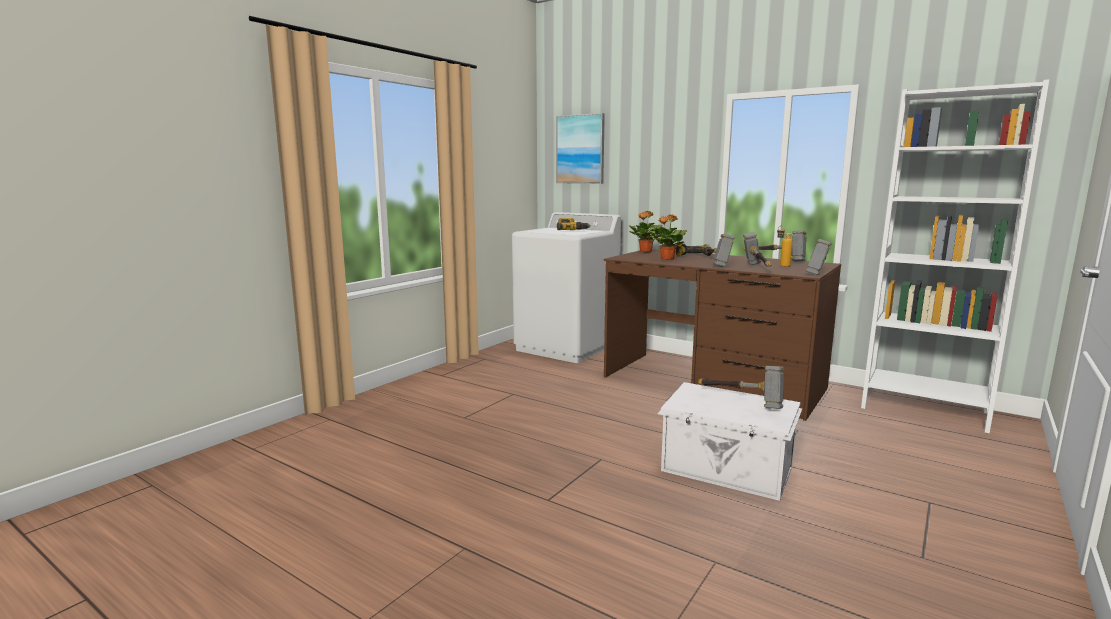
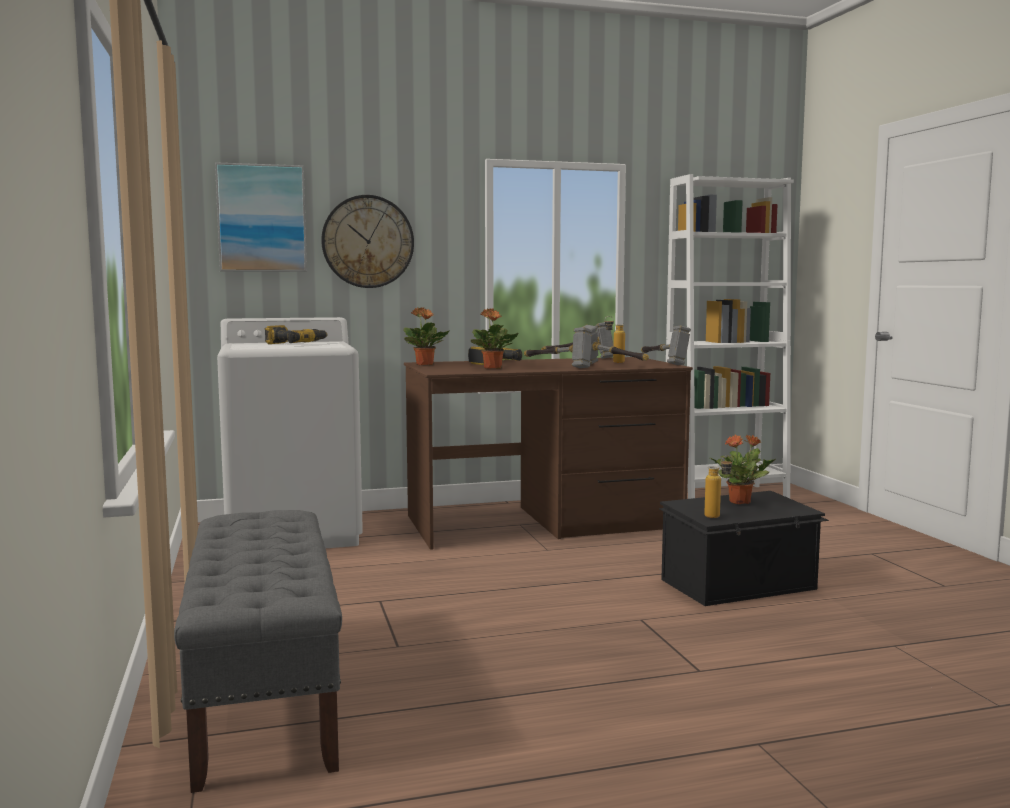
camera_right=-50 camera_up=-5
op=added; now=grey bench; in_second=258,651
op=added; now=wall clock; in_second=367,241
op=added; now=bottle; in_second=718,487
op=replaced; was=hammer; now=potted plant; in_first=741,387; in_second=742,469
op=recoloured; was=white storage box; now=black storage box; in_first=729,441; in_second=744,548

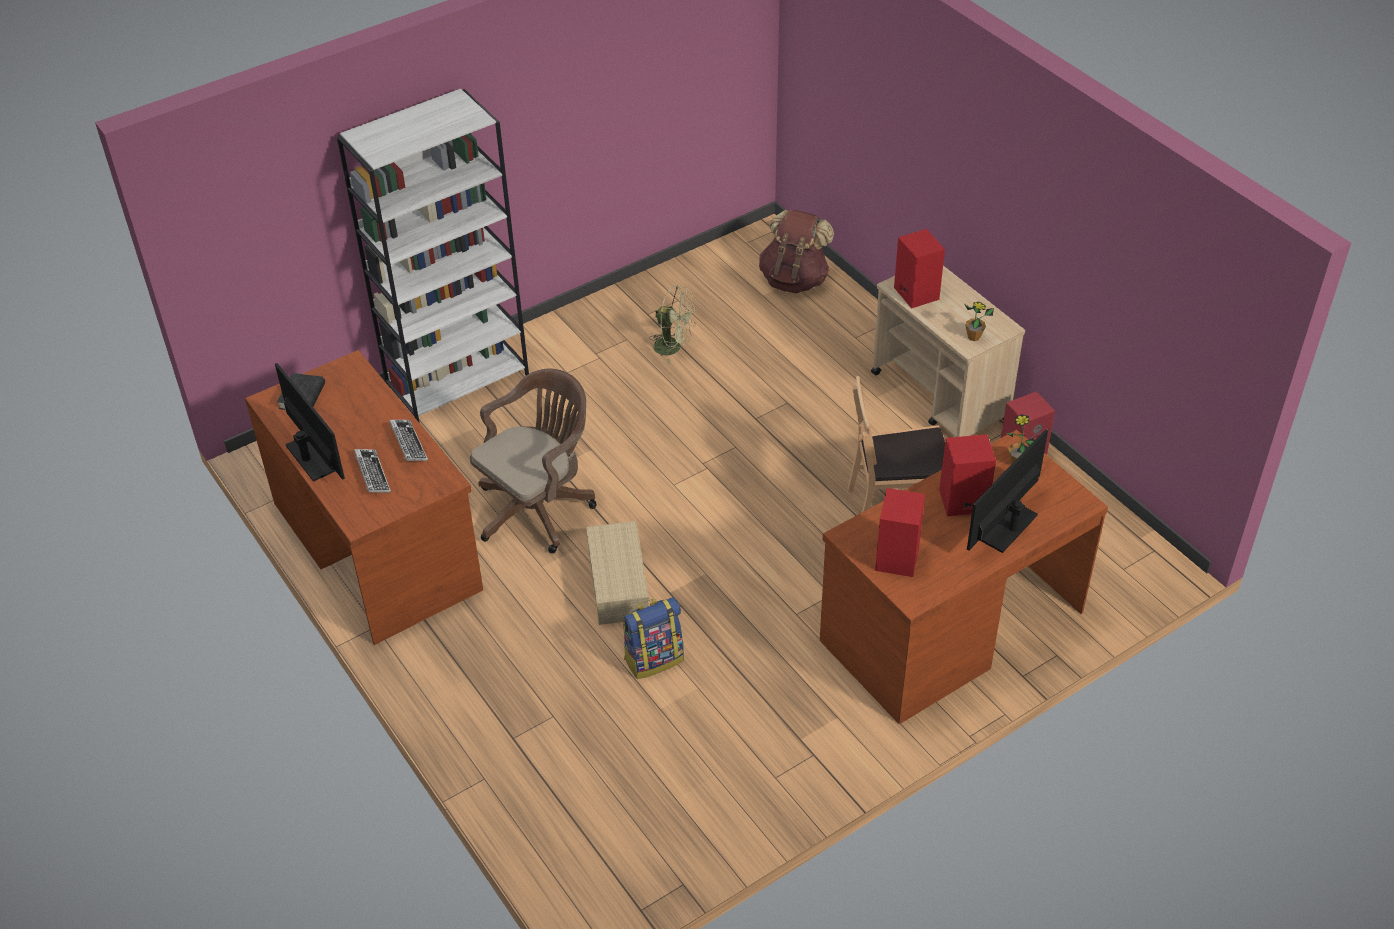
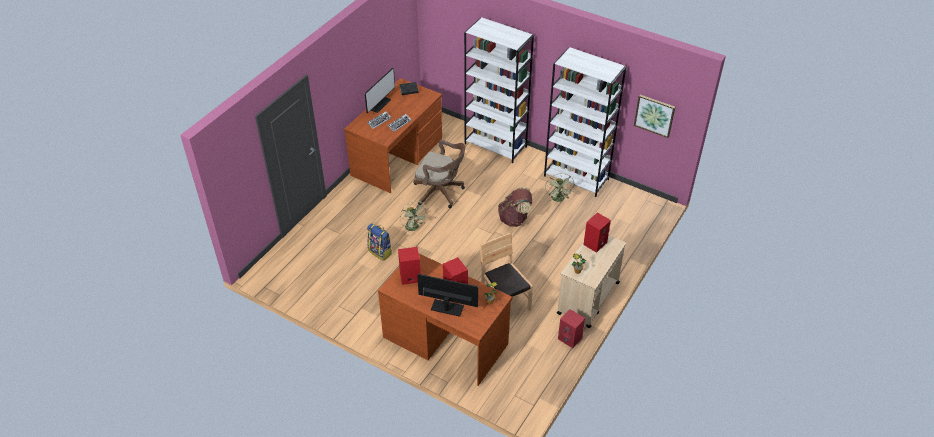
camera_right=65 camera_up=0
op=added; now=white bookcase; in_second=585,122
op=added; now=picture; in_second=654,116
op=moved; was=brown backpack; in_first=796,251; in_second=515,207
op=replaced; was=beige storage box; now=green fan; in_first=617,573; in_second=413,217

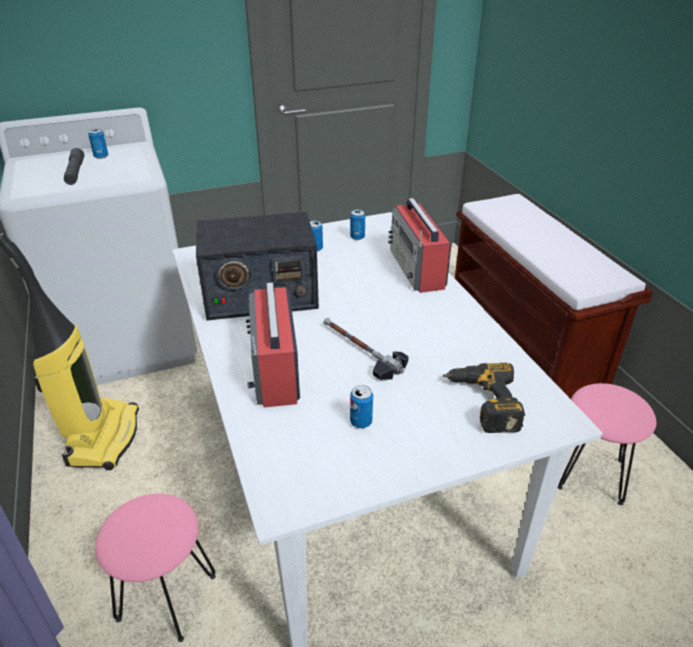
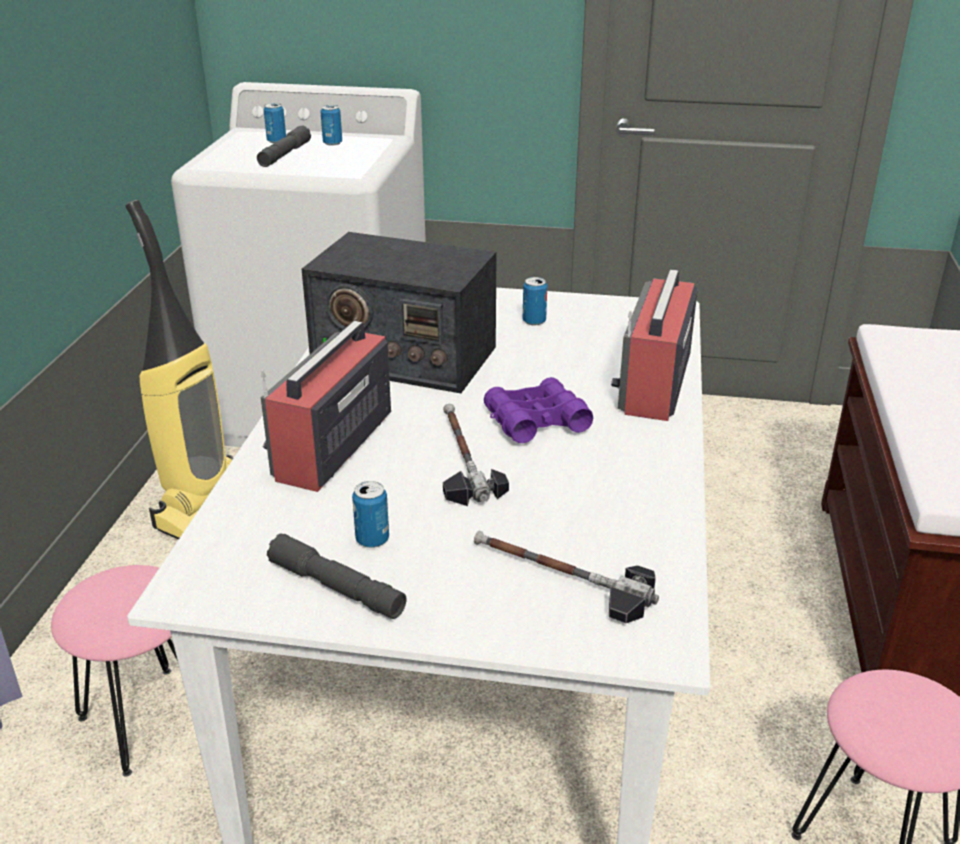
camera_right=30 camera_up=-5
op=added; now=grey flashlight; in_second=336,576
op=added; now=purple binoculars; in_second=538,410
op=moved; was=can; in_first=357,225; in_second=275,123
op=replaced; was=power drill; now=hammer; in_first=484,398; in_second=566,576

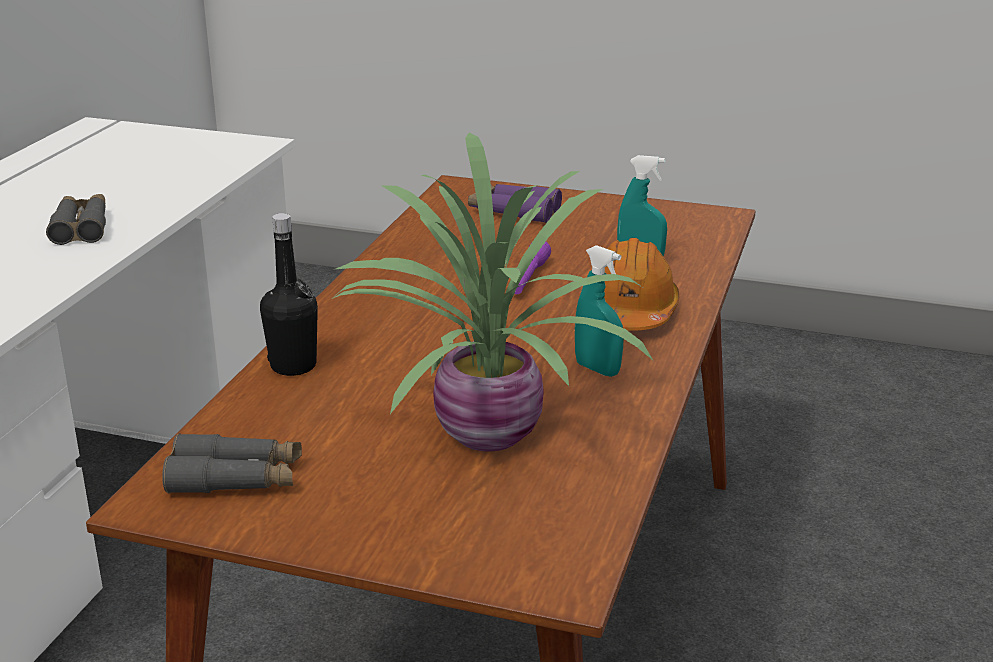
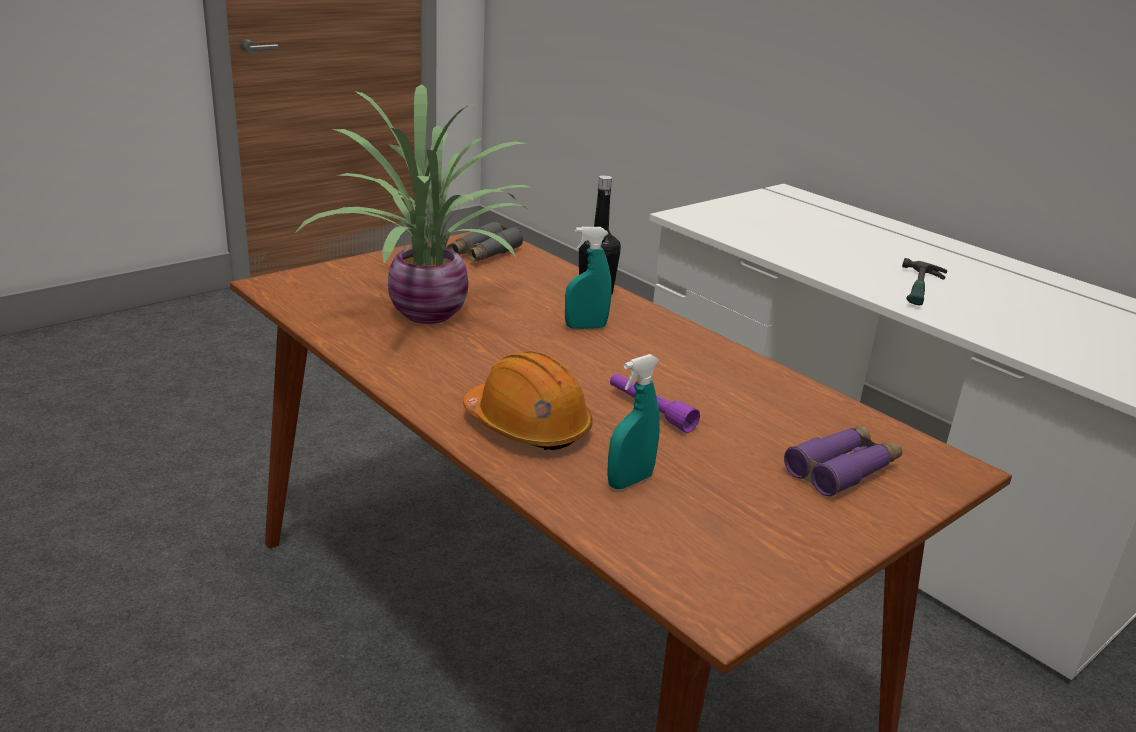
camera_right=120 camera_up=0
op=moved; was=turquoise spray bottle; in_first=599,311; in_second=588,278
op=replaced; was=grey binoculars; now=hammer; in_first=76,219; in_second=924,282

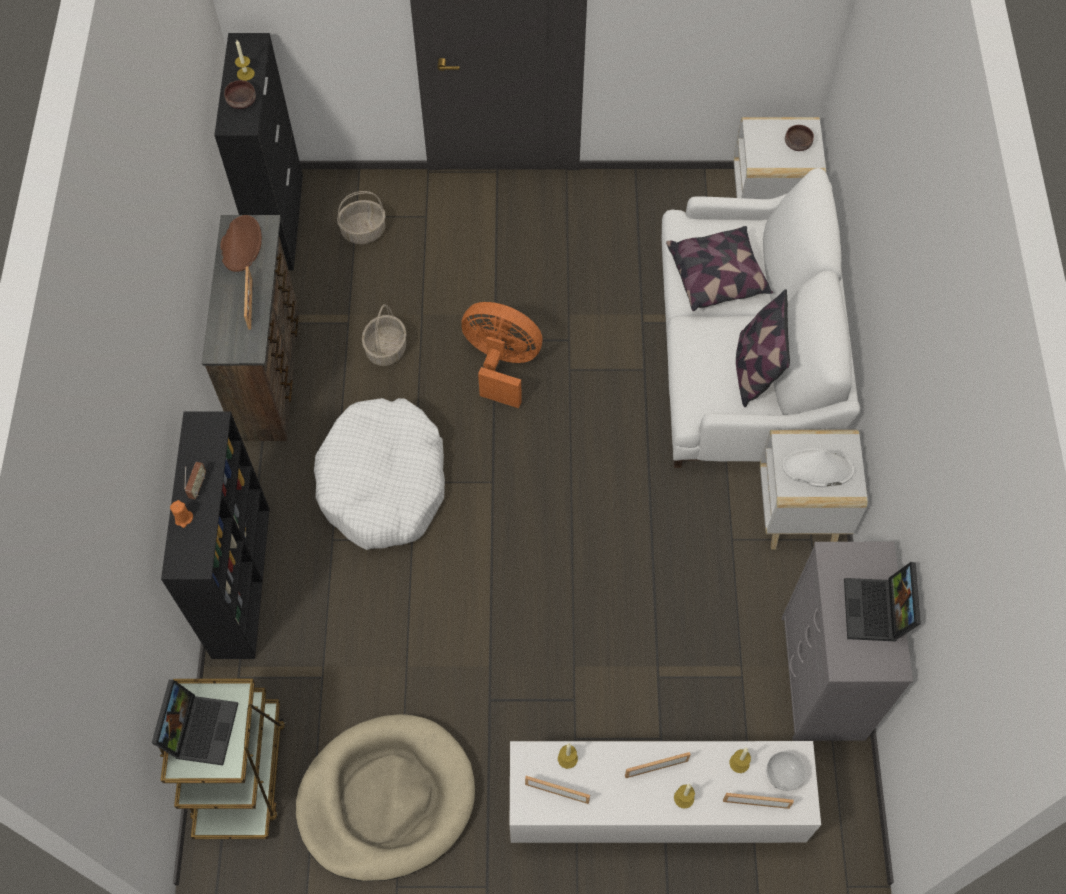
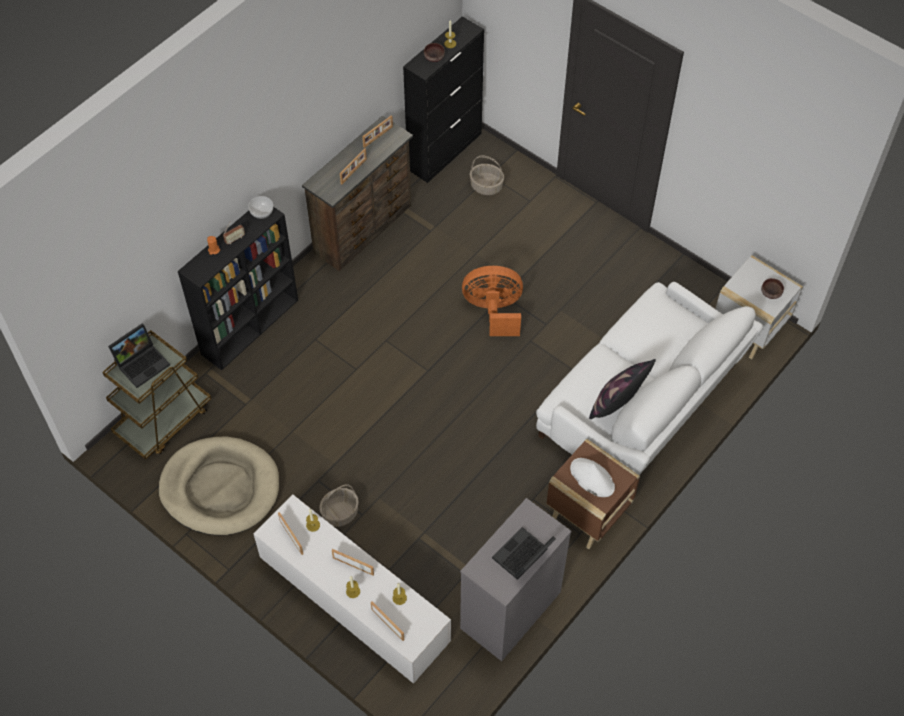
camera_right=40 camera_up=-5
op=removed; was=white dog bed; in_first=379,474
op=removed; was=pillow; in_first=719,268
op=moved; was=basket; in_first=384,335; in_second=339,505
op=moved; was=bowl; in_first=786,771; in_second=260,207
op=replaced; was=brown hat; now=picture frame; in_first=241,243; in_second=377,132
op=recoloured; was=white side table; now=brown side table; in_first=814,490; in_second=593,494
op=turned; was=orange fan; in_first=502,355; in_second=492,301; clockwise=-60

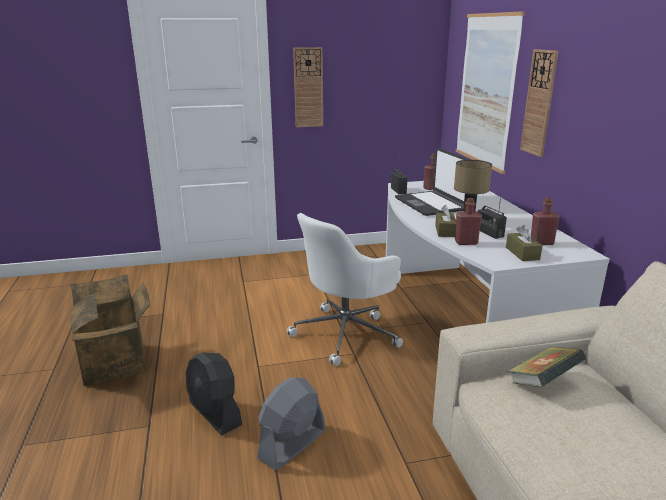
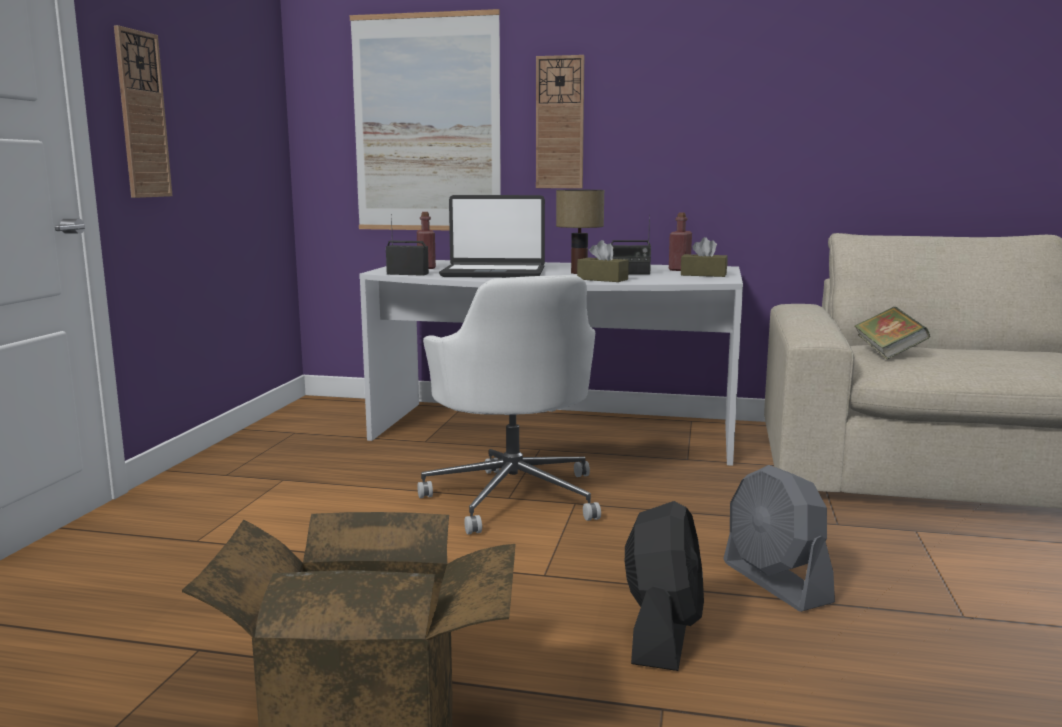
camera_right=-65 camera_up=-10
op=removed; was=red bottle; in_first=468,221
op=turned; was=black fan; in_first=214,393; in_second=664,586; clockwise=-60

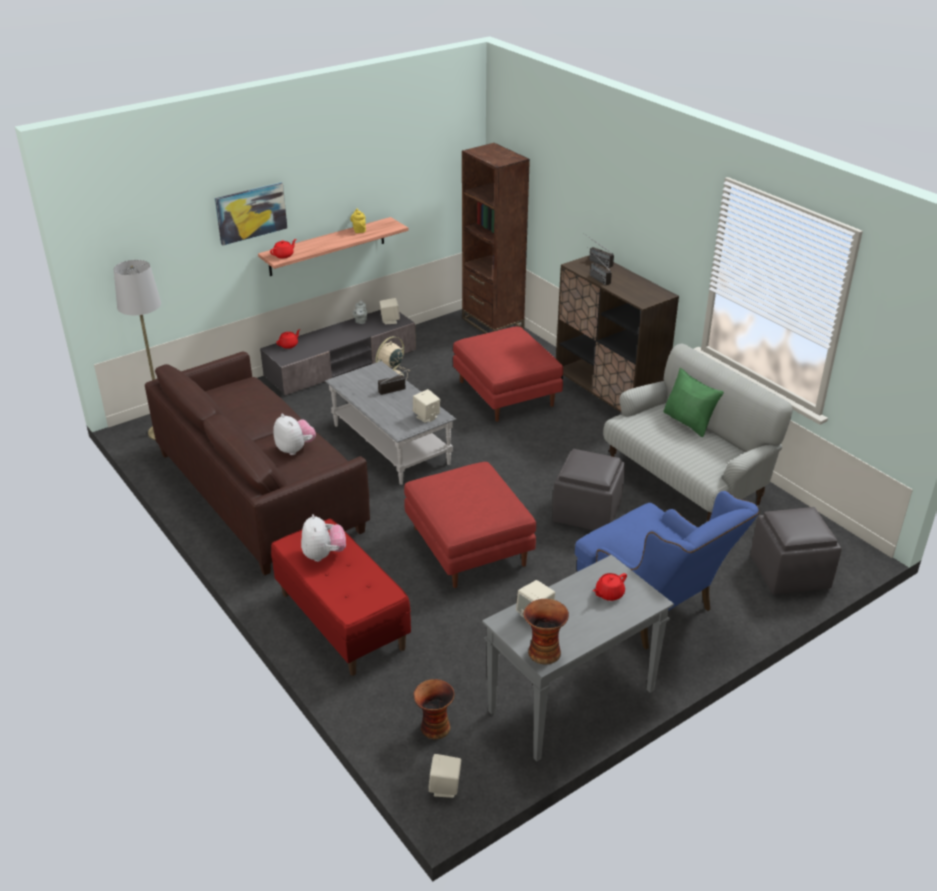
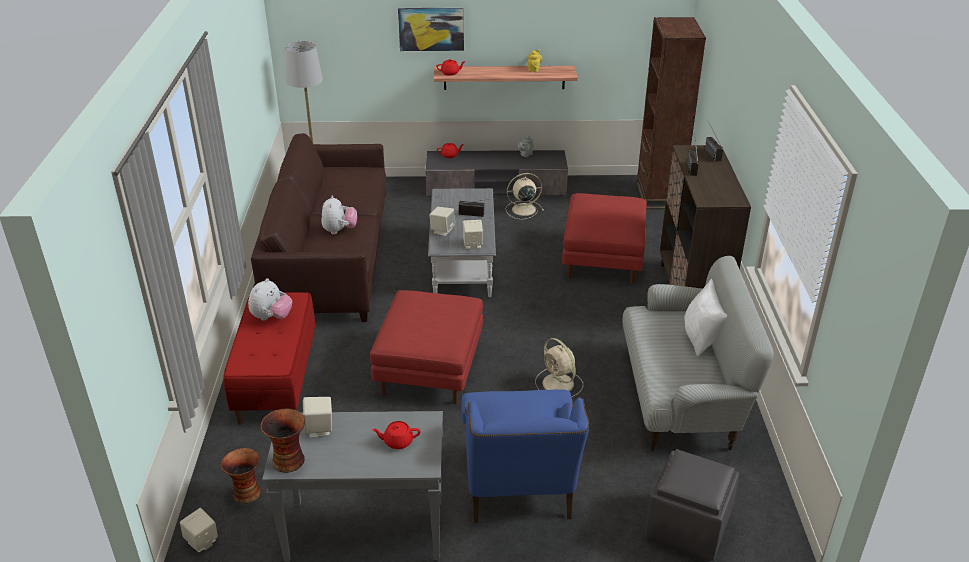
camera_right=35 camera_up=0
op=moved; was=beige speaker; in_first=389,311; in_second=442,221
op=replaced; was=grey ottoman; now=beige fan; in_first=588,489; in_second=559,367
op=recoloured; was=green pillow; now=white pillow; in_first=693,402; in_second=705,317

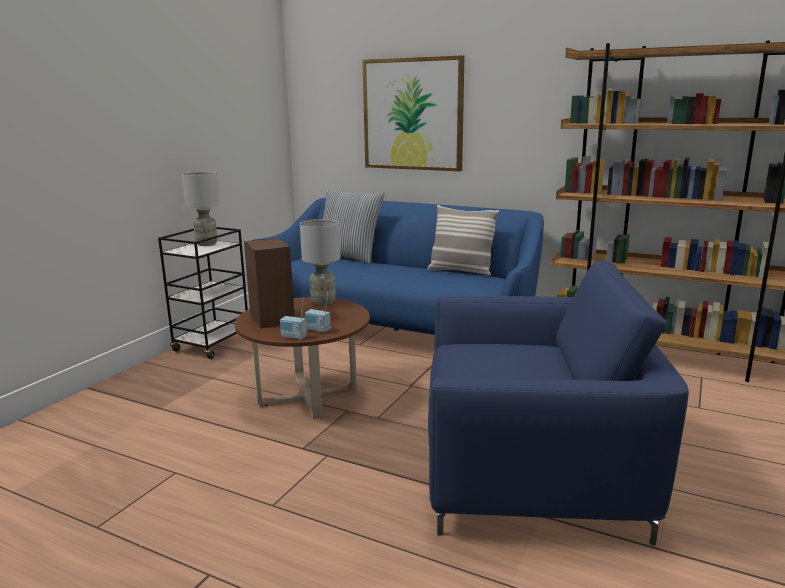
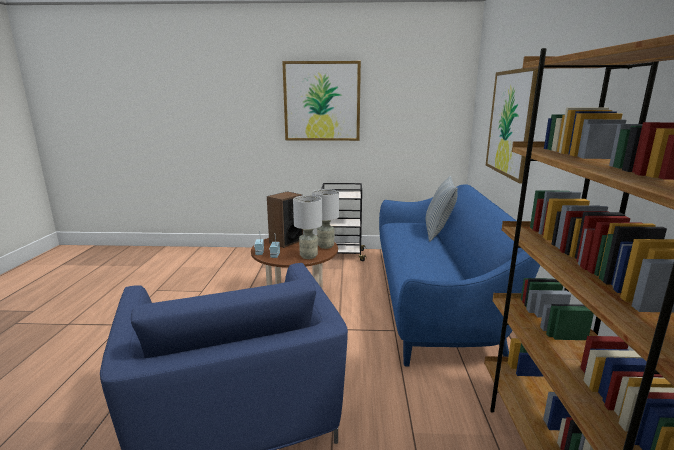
camera_right=65 camera_up=0
op=removed; was=pillow; in_first=463,240
op=added; now=picture; in_second=321,101
op=moved; was=grey table lamp; in_first=201,208; in_second=307,227

